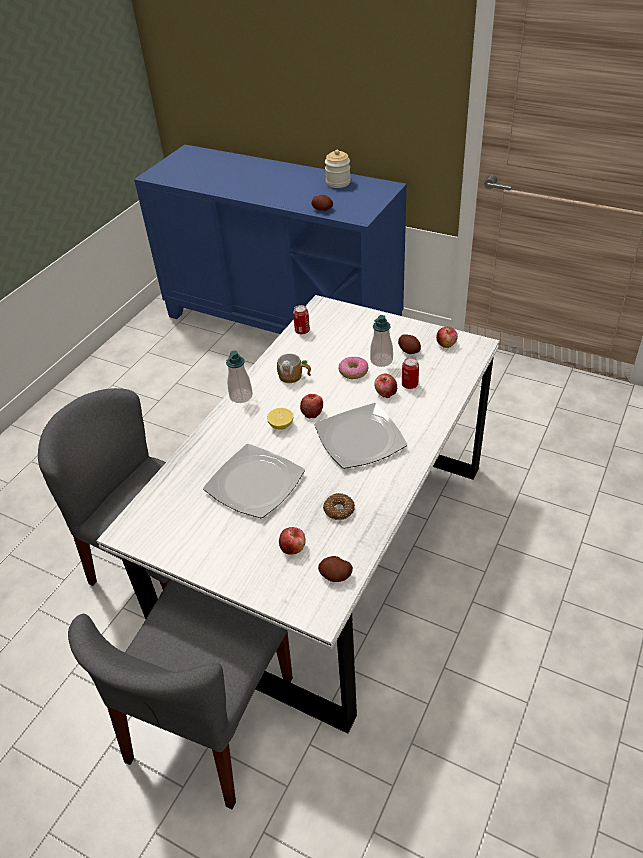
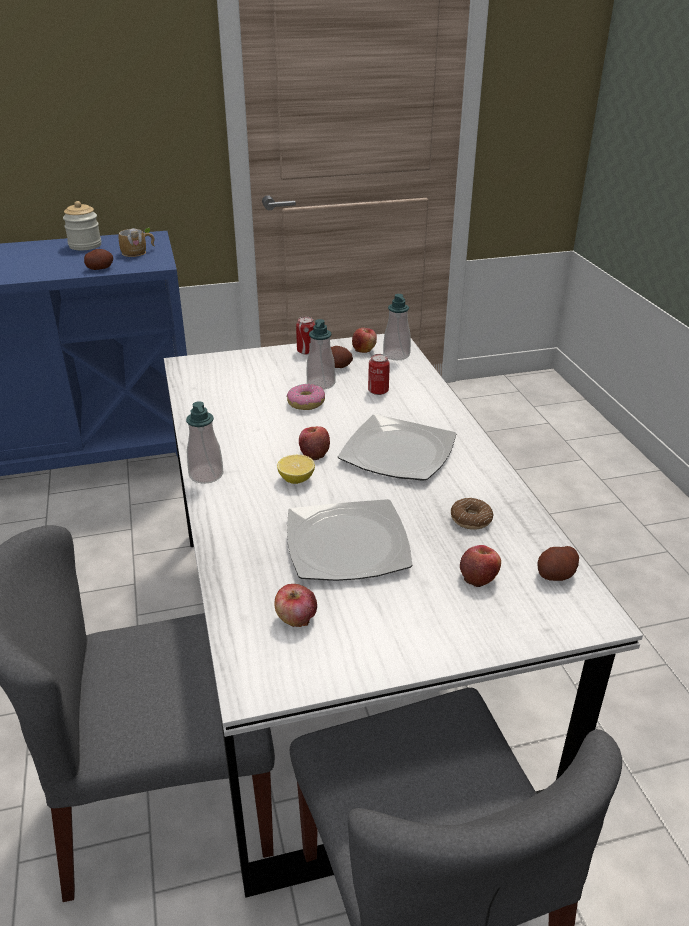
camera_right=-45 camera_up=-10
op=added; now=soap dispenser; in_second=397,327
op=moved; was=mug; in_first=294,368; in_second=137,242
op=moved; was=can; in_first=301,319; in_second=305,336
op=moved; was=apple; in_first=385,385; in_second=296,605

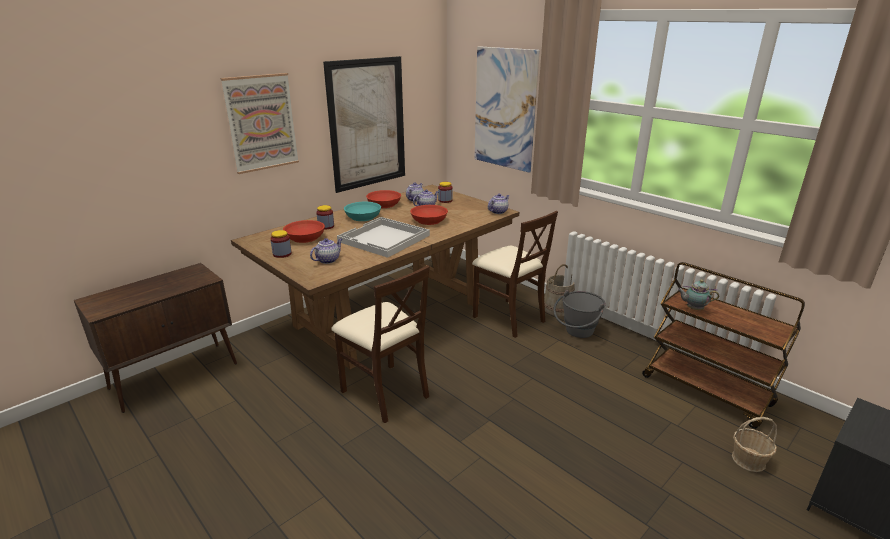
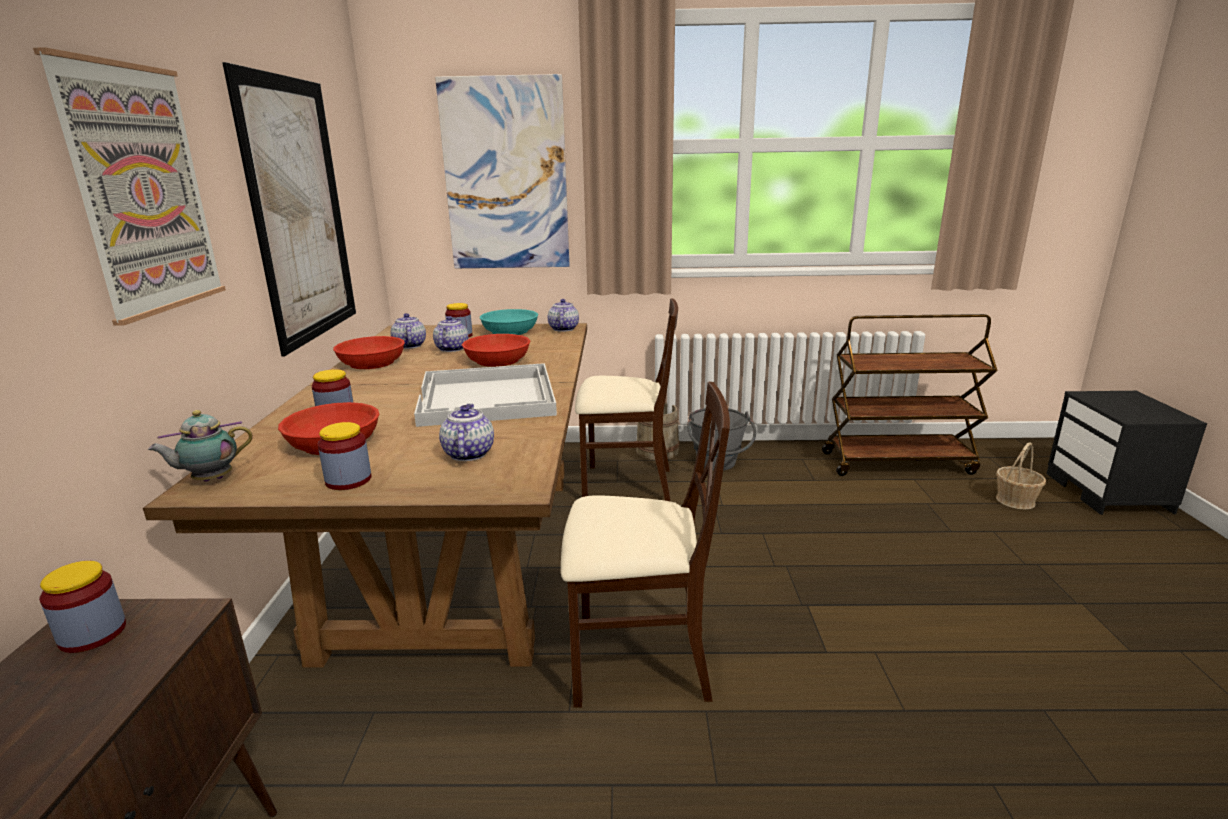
camera_right=-45 camera_up=-5
op=added; now=jar; in_second=82,607
op=moved; was=turquoise bowl; in_first=362,211; in_second=509,322
op=moved; was=teapot; in_first=698,295; in_second=200,446

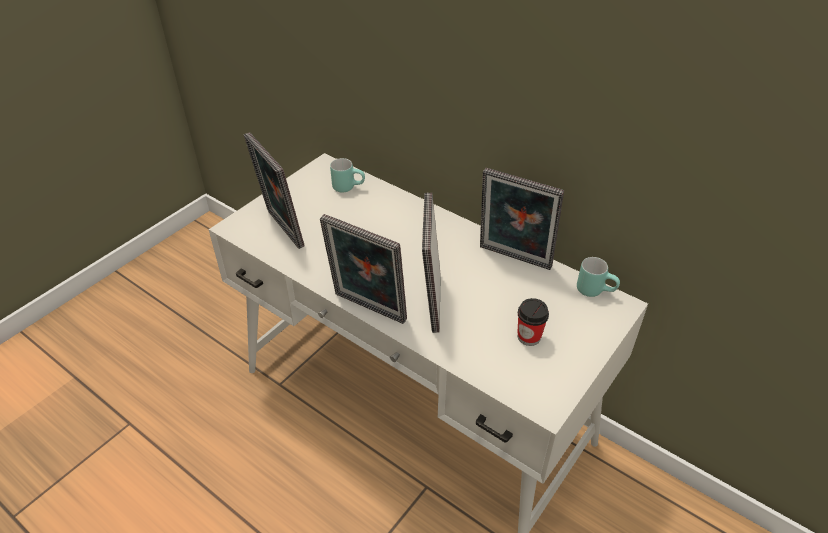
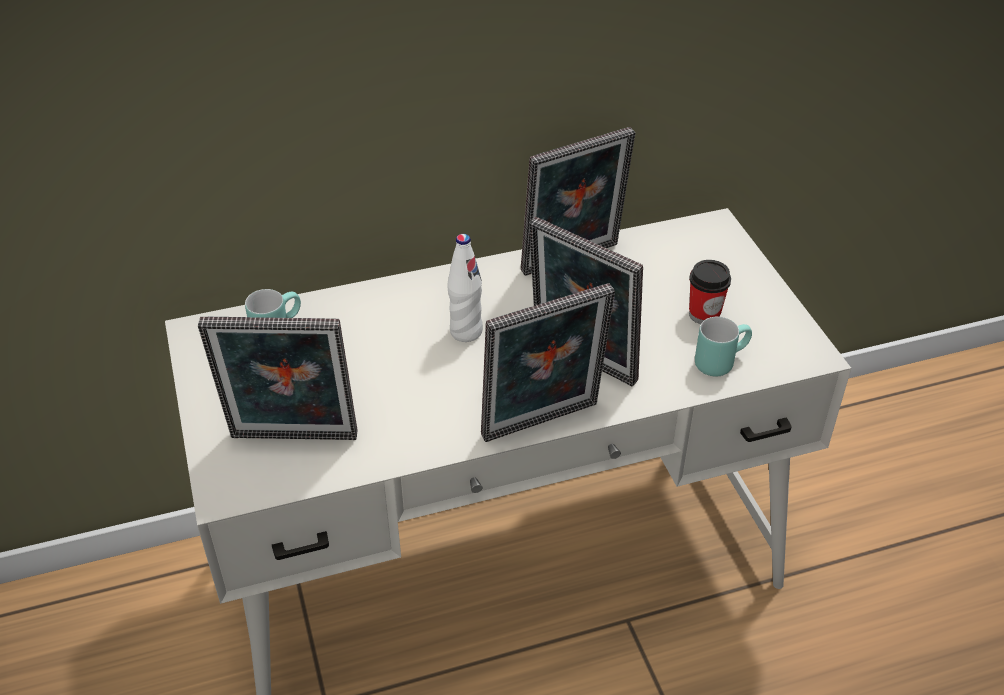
camera_right=-55 camera_up=0
op=added; now=white bottle; in_second=465,288
op=moved; was=turquoise mug; in_first=598,277; in_second=723,346

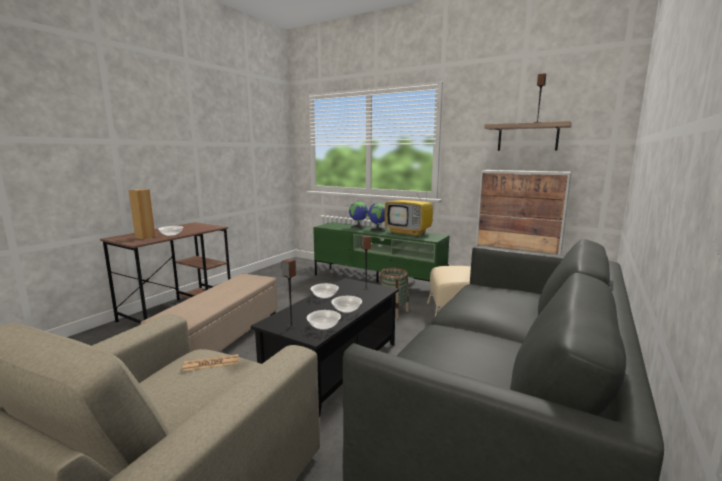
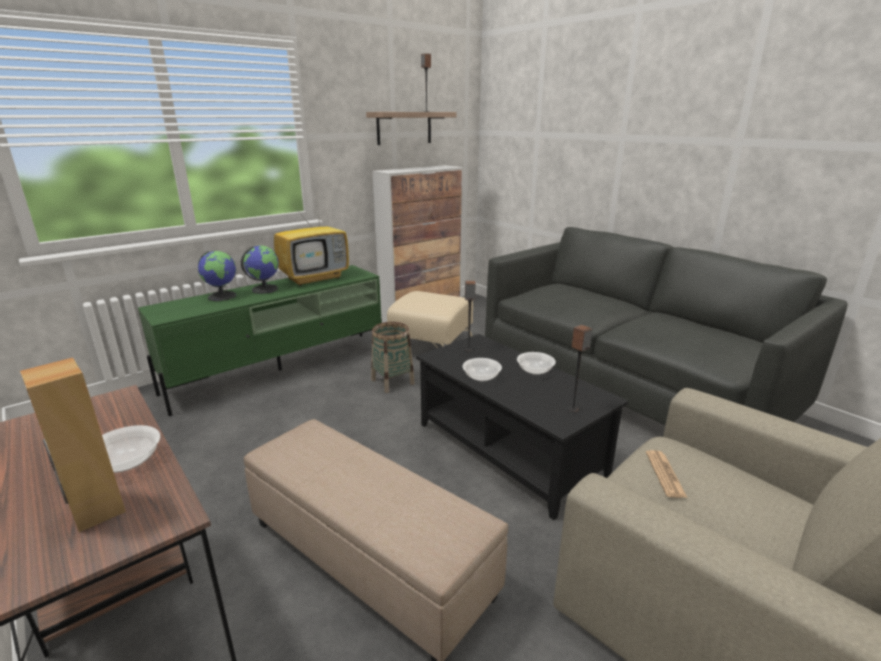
camera_right=-70 camera_up=10
op=removed; was=bowl; in_first=324,320

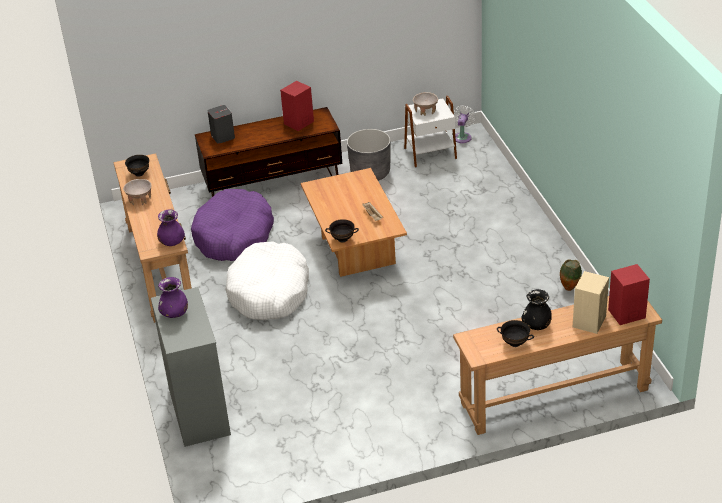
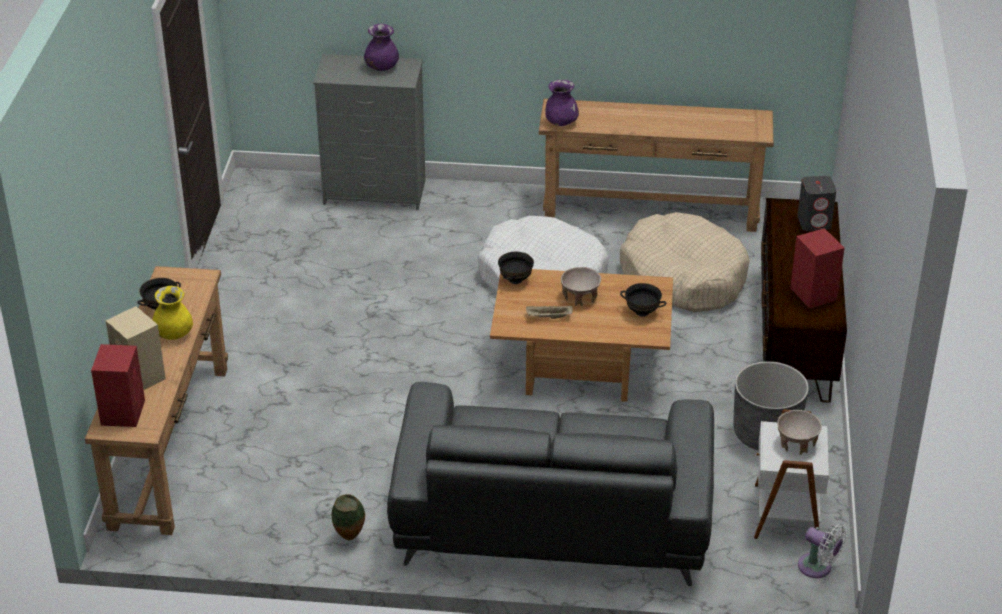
camera_right=110 camera_up=0
op=added; now=grey sofa; in_second=550,484
op=moved; was=beige bowl; in_first=137,192; in_second=581,286
op=moved; was=black bowl; in_first=137,166; in_second=643,300
op=recoloured; was=purple dog bed; now=beige dog bed; in_first=232,225; in_second=685,262
op=recoloured; was=black vase; now=yellow vase; in_first=536,309; in_second=172,313

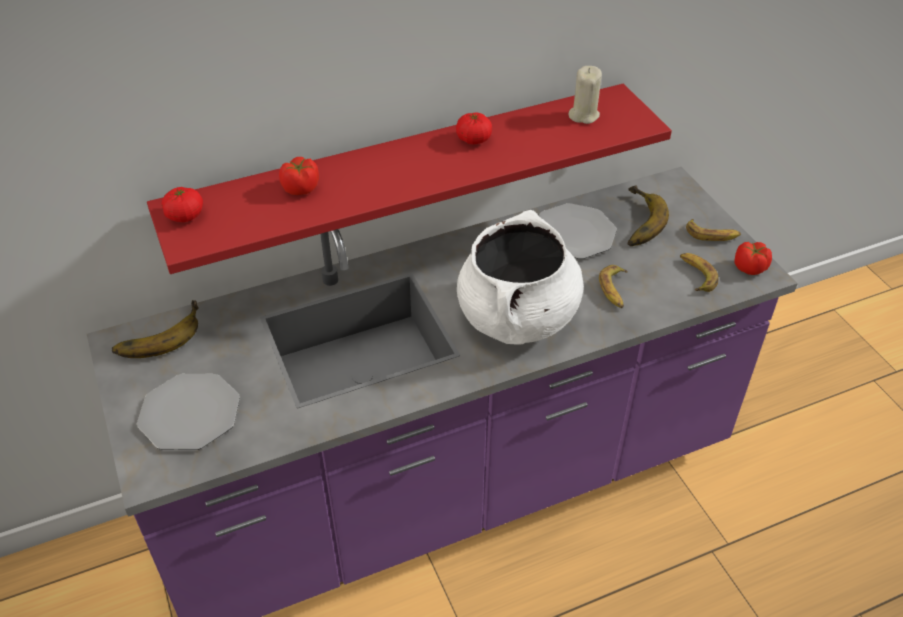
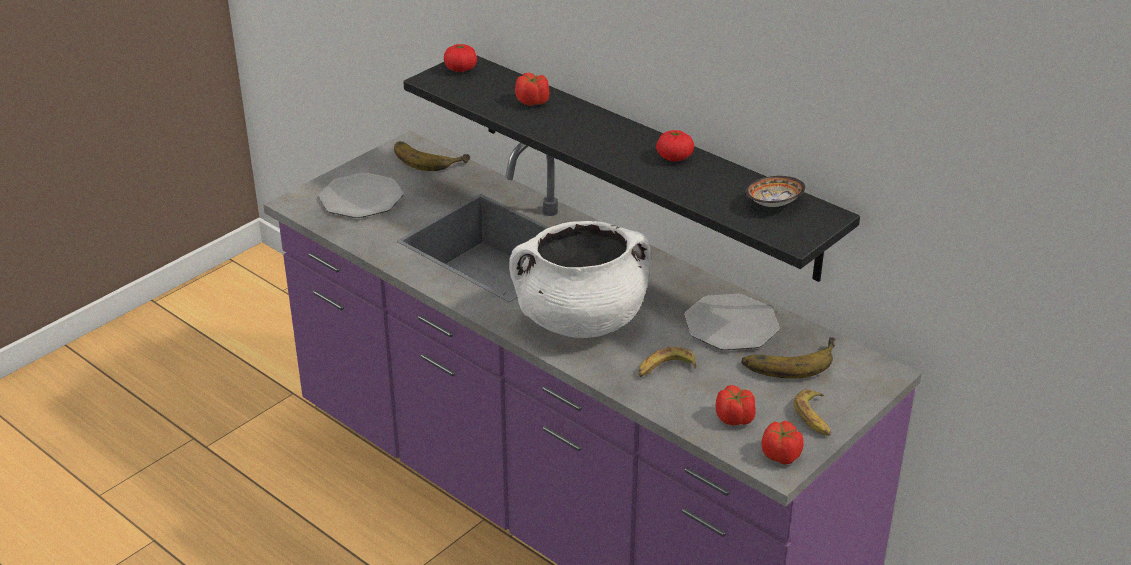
camera_right=65 camera_up=-10
op=replaced; was=beige candle; now=bowl; in_first=585,95; in_second=775,191
op=replaced; was=banana; now=tomato; in_first=699,272; in_second=735,405
op=recoloured; was=red shelf; now=black shelf; in_first=409,179; in_second=631,168

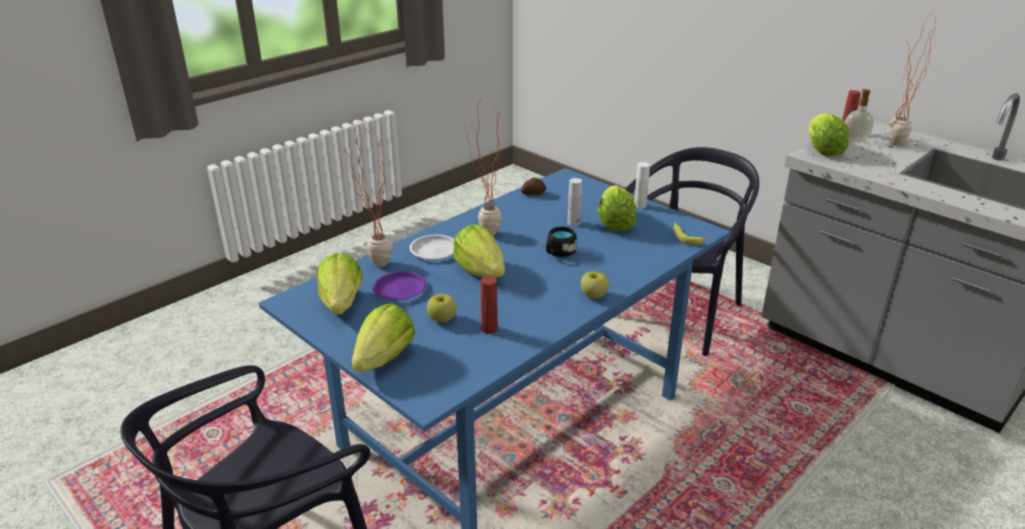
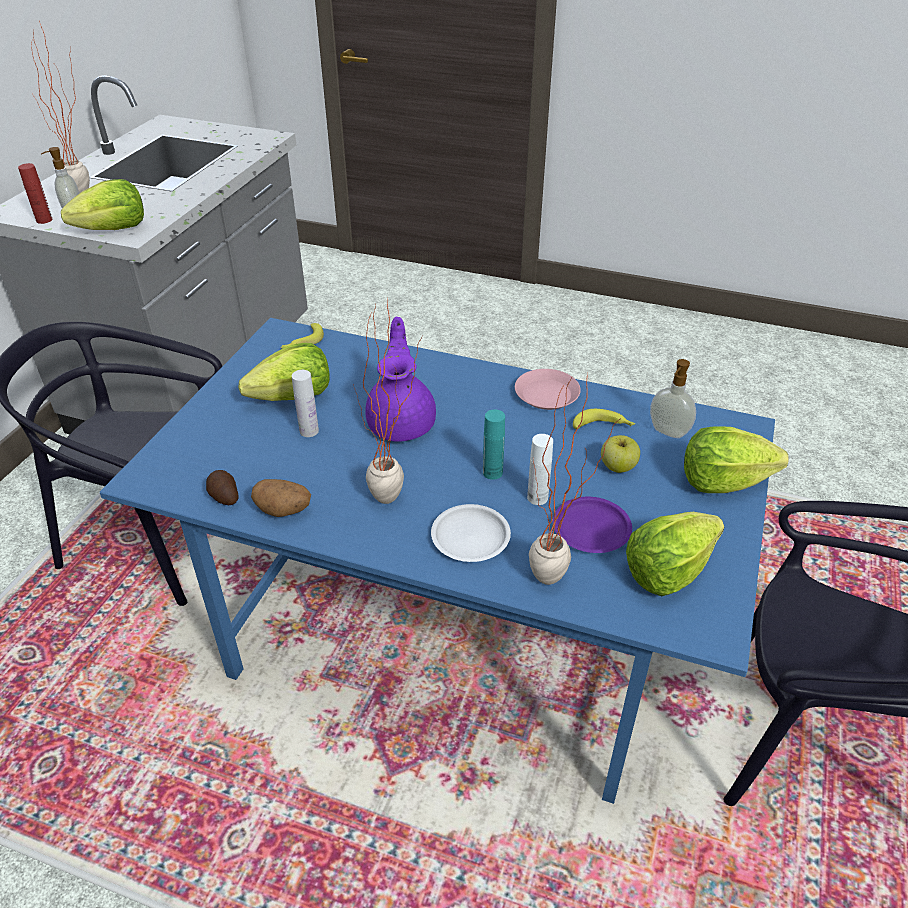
camera_right=-115 camera_up=10
op=removed; was=apple; in_first=595,285
op=added; now=potato; in_second=281,498
op=added; now=pink plate; in_second=548,389
op=added; now=soap dispenser; in_second=673,398
op=moved; was=white bottle; in_first=642,185; in_second=540,469
op=replaced; was=lettuce; now=turquoise bottle; in_first=479,251; in_second=494,444
op=replaced; was=red bottle; now=banana; in_first=489,305; in_second=604,419
op=replaced; was=black mug; now=purple teapot; in_first=561,242; in_second=400,379

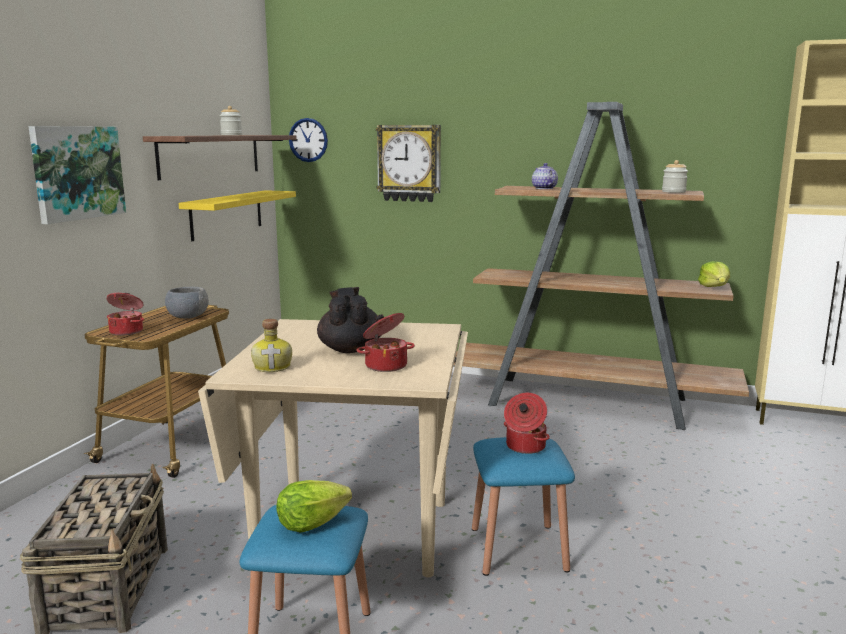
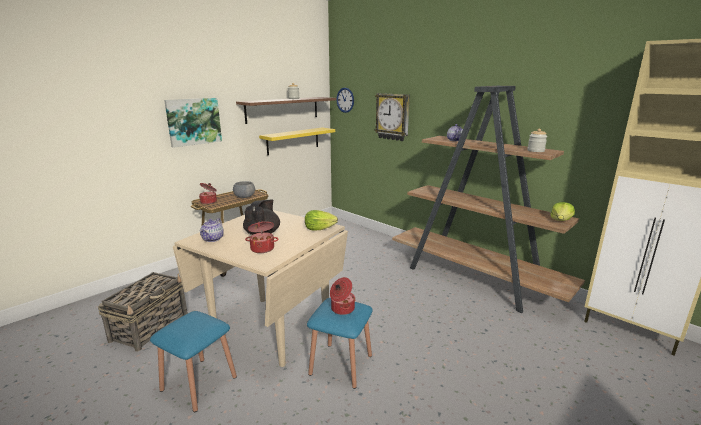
camera_right=25 camera_up=5
op=moved; was=lettuce; in_first=314,506; in_second=321,220
op=replaced; was=bottle; now=teapot; in_first=271,345; in_second=212,230

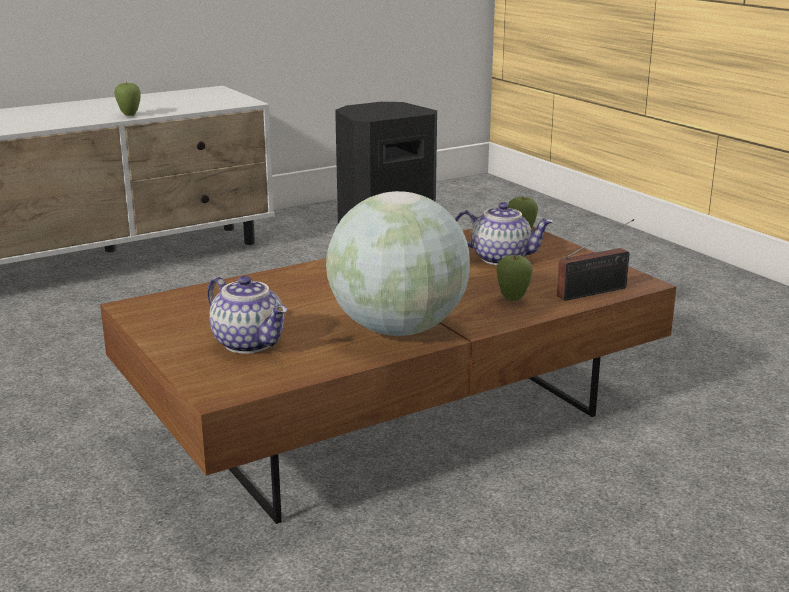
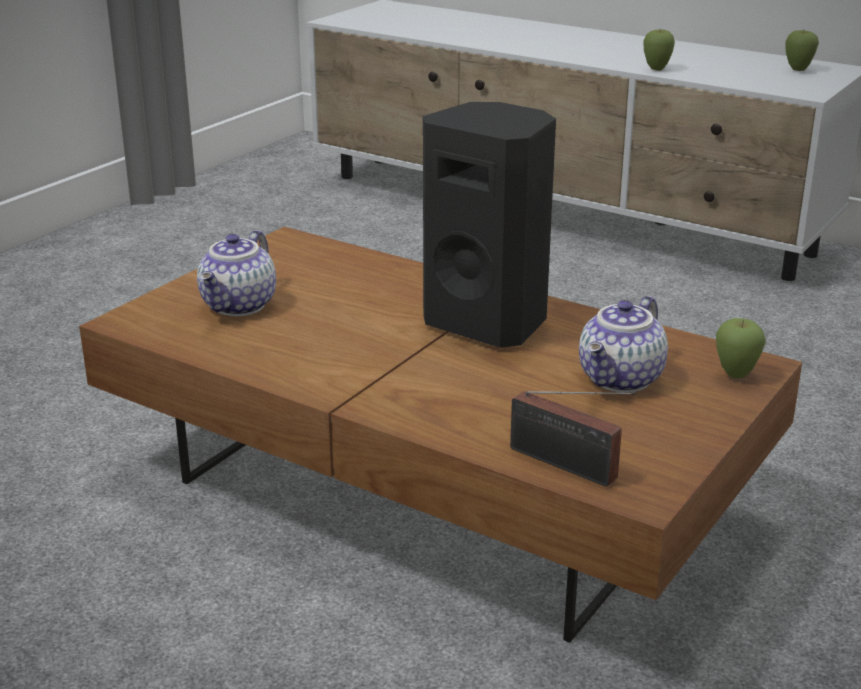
camera_right=65 camera_up=5
op=removed; was=globe; in_first=398,263
op=moved; was=apple; in_first=515,278; in_second=802,50
op=turned; was=teapot; in_first=504,233; in_second=623,344; clockwise=45

